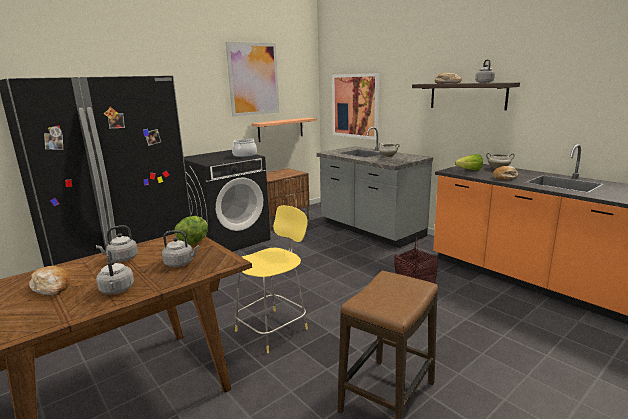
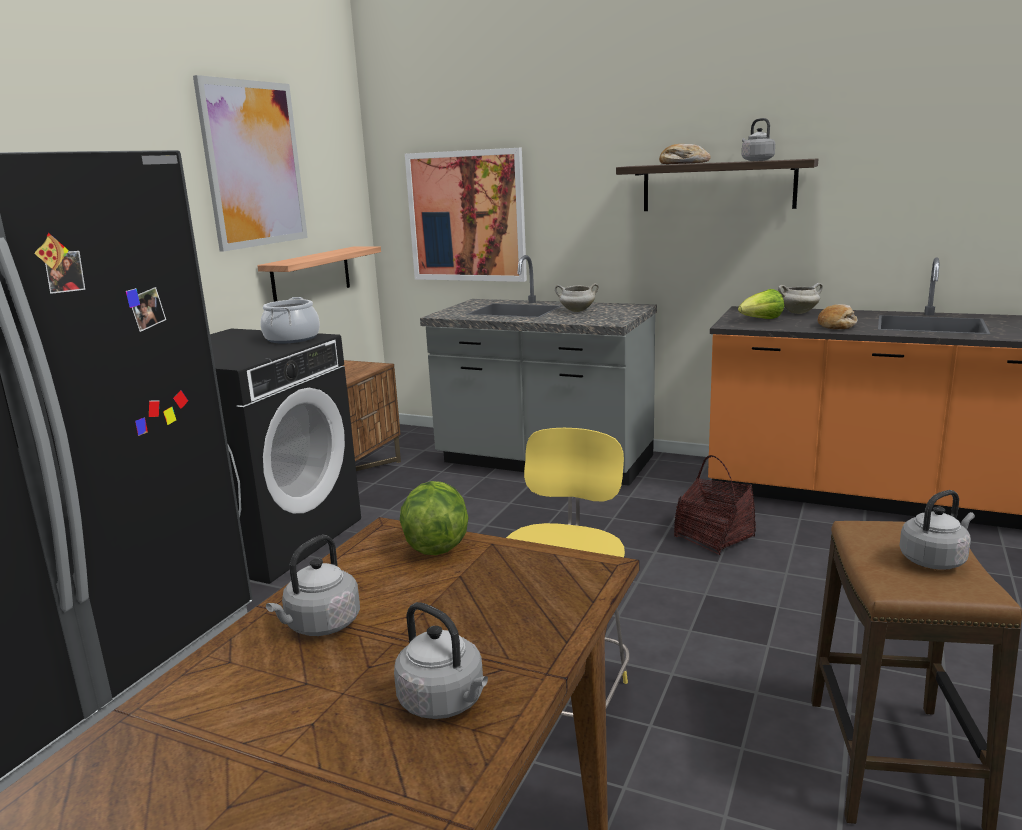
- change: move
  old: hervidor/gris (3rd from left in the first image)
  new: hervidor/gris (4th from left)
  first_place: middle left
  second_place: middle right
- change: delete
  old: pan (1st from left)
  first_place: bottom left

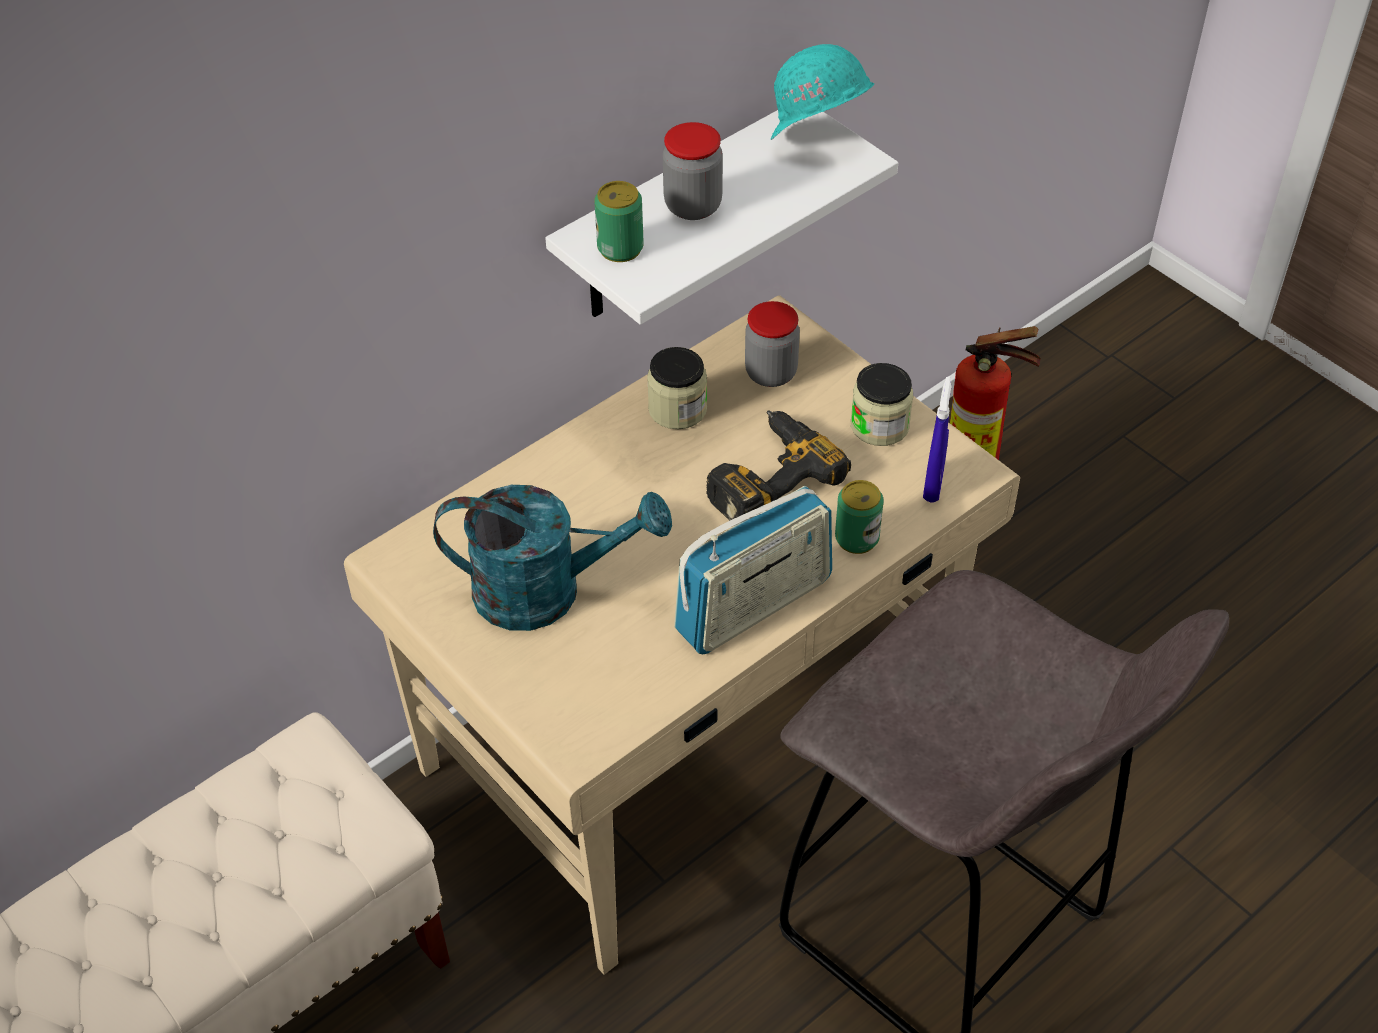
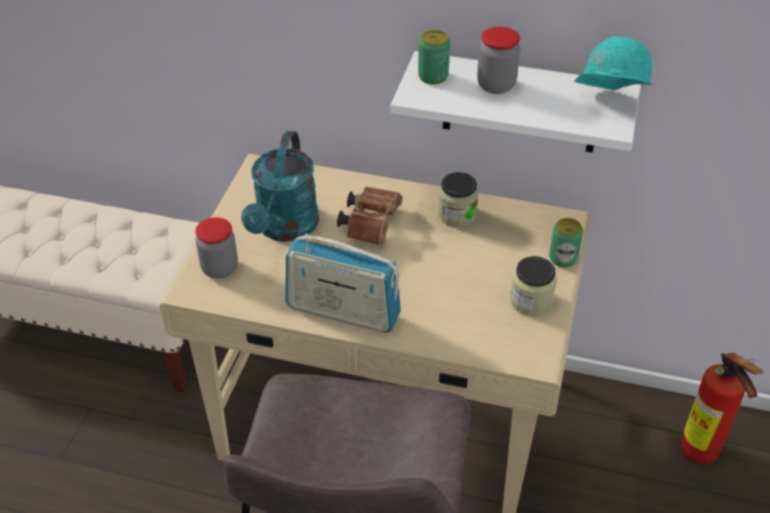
- change: move
  old: tarro (3rd from left in the first image)
  new: tarro (1st from left)
  first_place: top centre
  second_place: middle left
- change: rotate
  old: regadera/turquesa
  first_place: centre
  second_place: centre
  degrees: 45
- change: insert
  new: prismáticos/marrón
  second_place: centre
- change: move
  old: lata (2nd from left)
  first_place: centre
  second_place: middle right
- change: delete
  old: taladro
  first_place: centre
- change: delete
  old: pulverizador/azul
  first_place: middle right

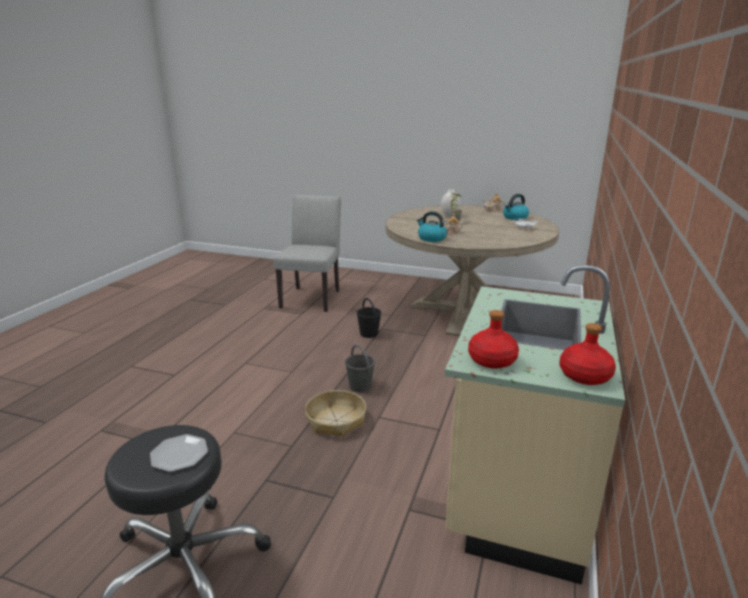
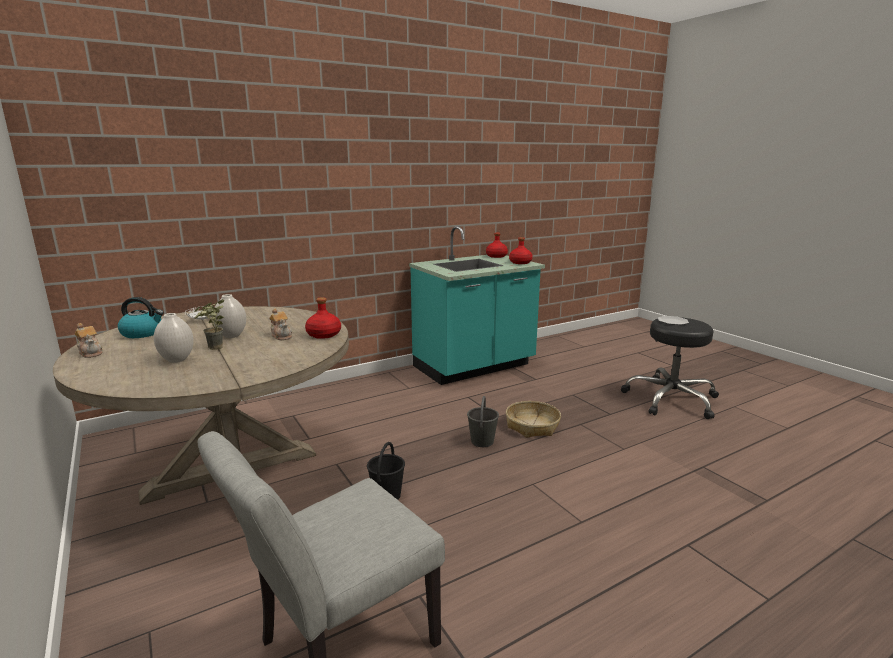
- change: insert
  new: florero/blanco (2nd from left)
  second_place: middle left
- change: replace
  old: hervidor (1st from left)
  new: botella/rojo (1st from left)
  first_place: centre
  second_place: centre
- change: recolor
  old: mueble bajo de cocina/beis
  new: mueble bajo de cocina/turquesa
  first_place: bottom right
  second_place: centre

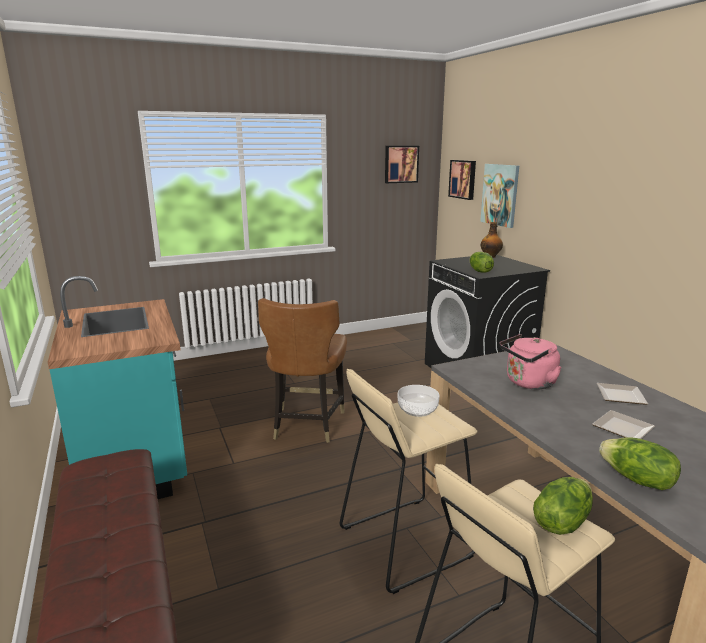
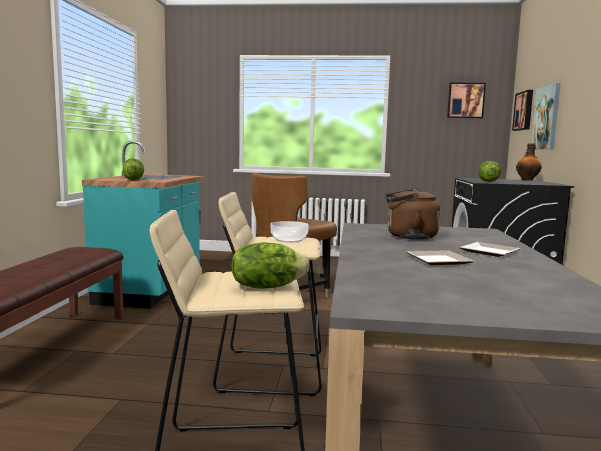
- change: move
  old: lechuga (3rd from left in the first image)
  new: lechuga (1st from left)
  first_place: bottom right
  second_place: middle left
- change: recolor
  old: hervidor/rosa
  new: hervidor/marrón
  first_place: middle right
  second_place: middle right

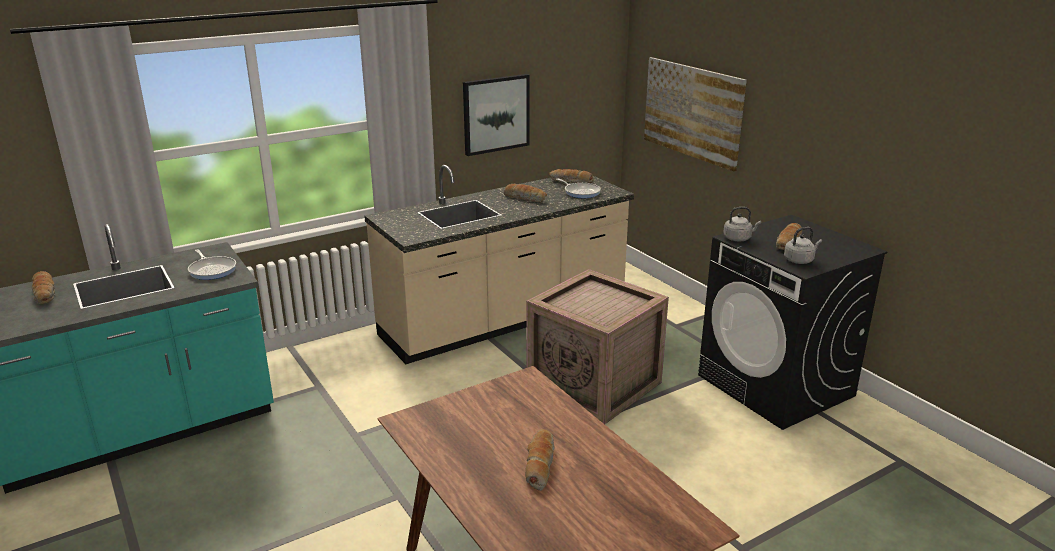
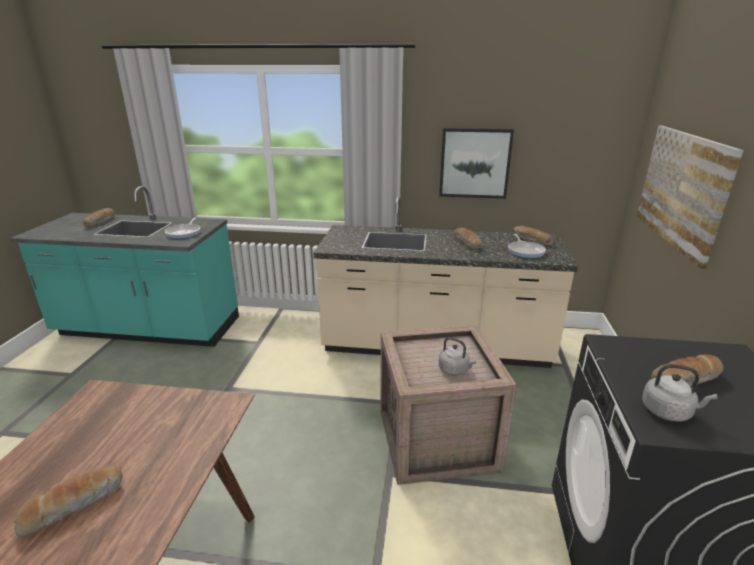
- change: move
  old: hervidor/gris (1st from left)
  first_place: middle right
  second_place: centre

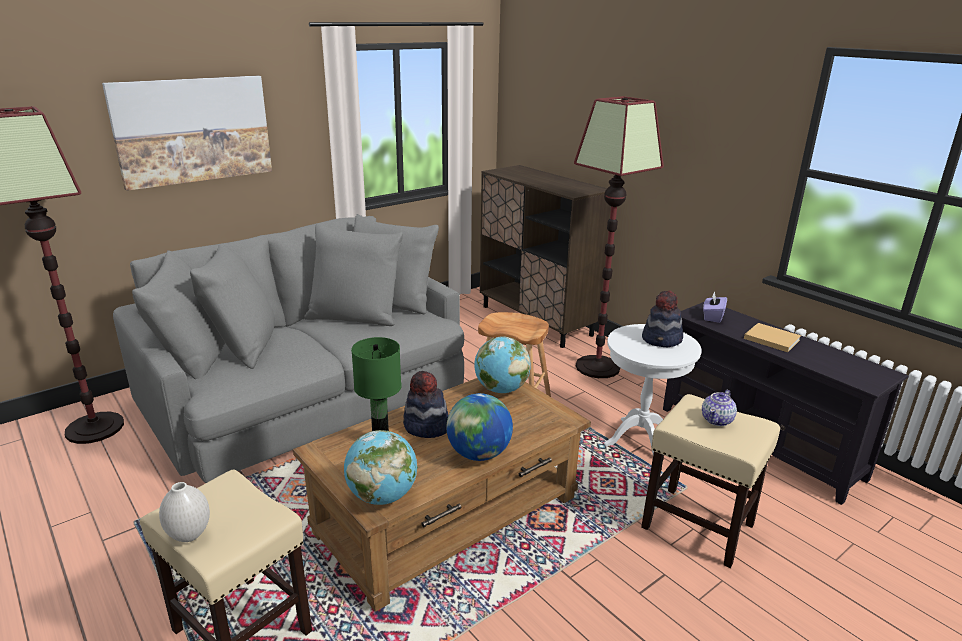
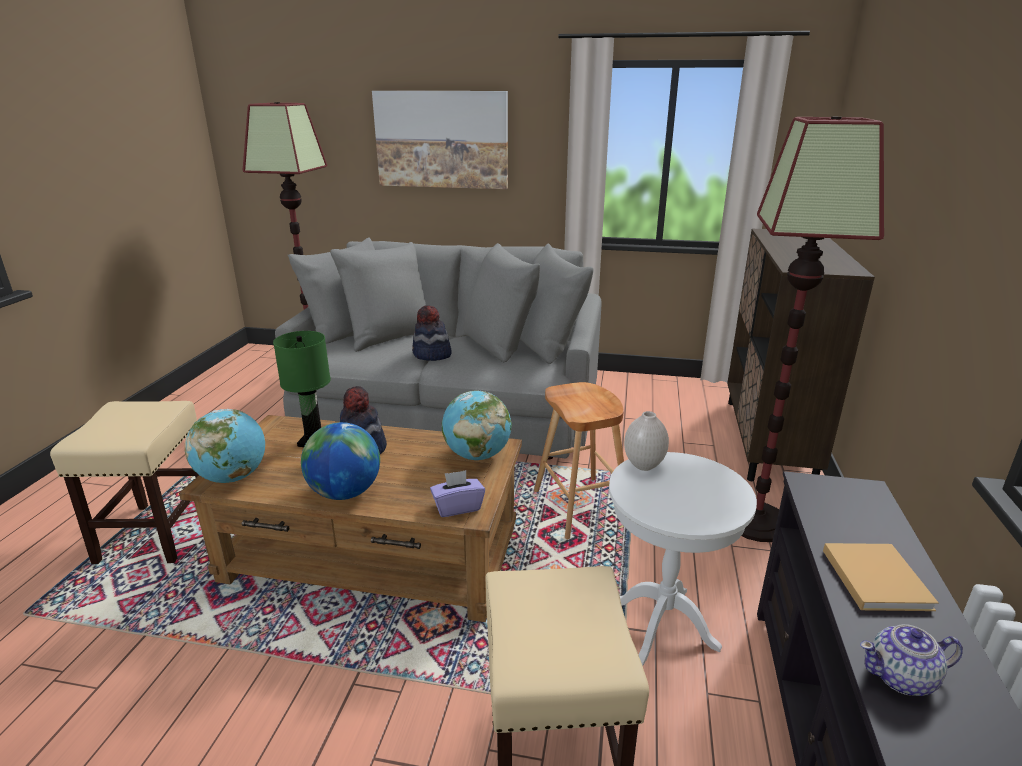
- change: move
  old: sombrero (2nd from left)
  first_place: middle right
  second_place: centre
- change: move
  old: caja de pañuelos/morado
  first_place: middle right
  second_place: centre
- change: move
  old: florero/blanco
  first_place: bottom left
  second_place: centre
- change: move
  old: tetera
  first_place: middle right
  second_place: bottom right

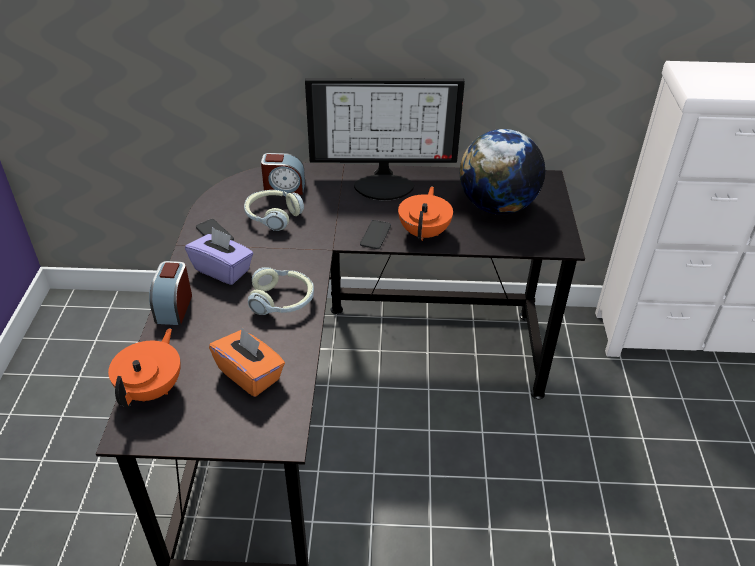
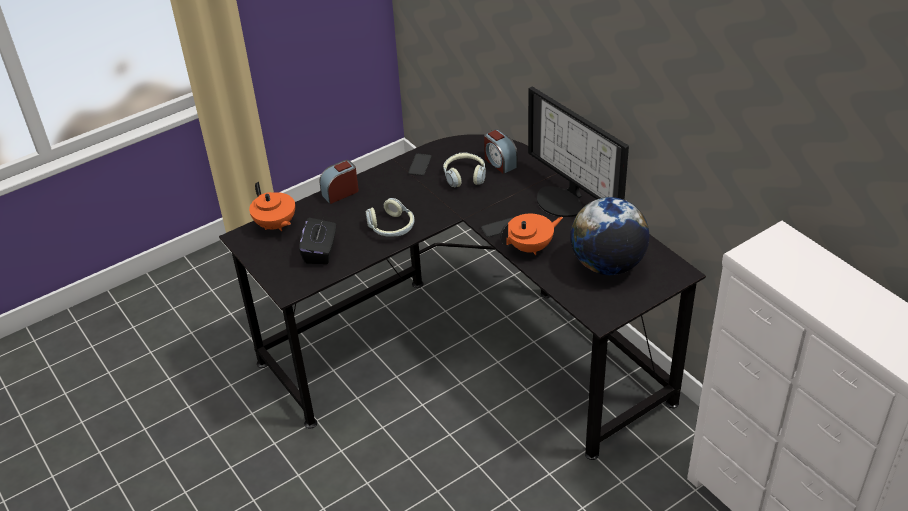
- change: rotate
  old: tetera/naranja (1st from left)
  first_place: middle left
  second_place: middle left
  degrees: 75
- change: recolor
  old: caja de pañuelos/naranja
  new: caja de pañuelos/negro
  first_place: middle left
  second_place: centre
- change: delete
  old: caja de pañuelos/morado
  first_place: middle left

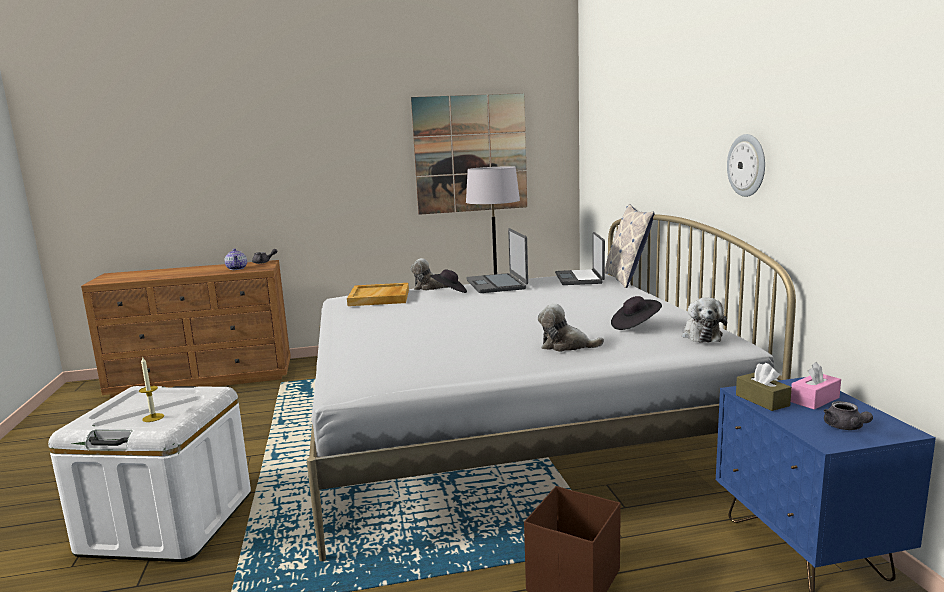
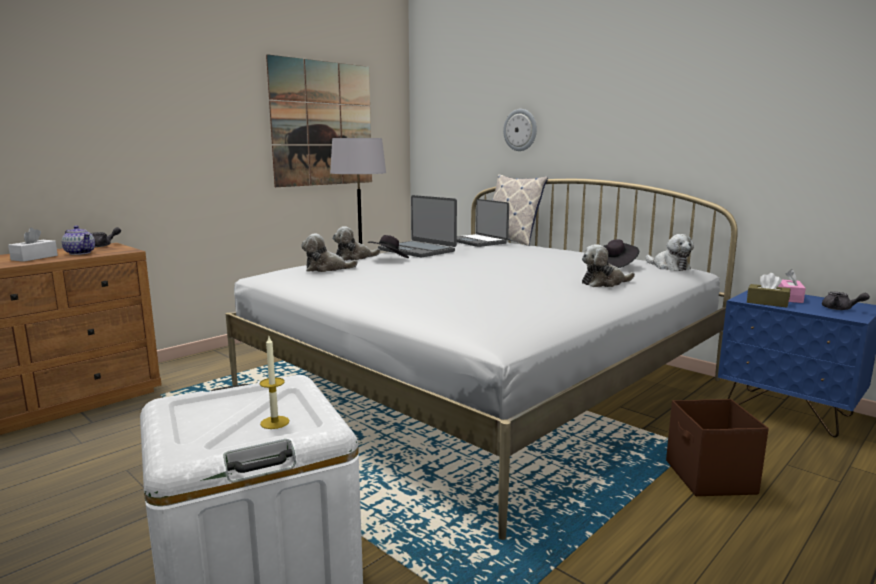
- change: insert
  new: caja de pañuelos/blanco
  second_place: middle left
- change: replace
  old: bandeja/beis
  new: peluche (1st from left)
  first_place: centre
  second_place: centre
- change: move
  old: reloj de pared
  first_place: top right
  second_place: top centre

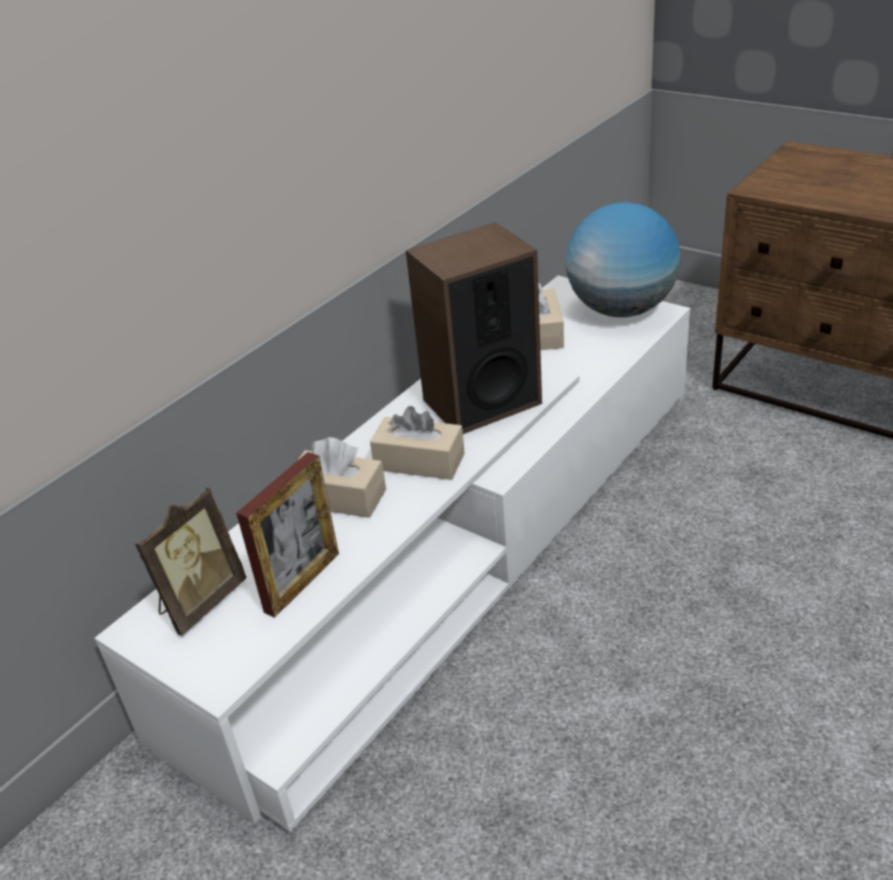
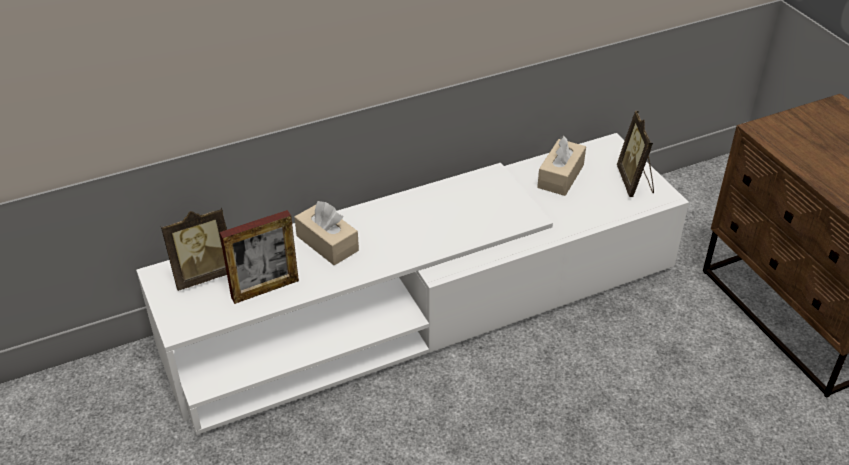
- change: replace
  old: globo terráqueo
  new: portarretratos (3rd from left)
  first_place: top right
  second_place: top right
- change: delete
  old: caja de pañuelos/beis (2nd from left)
  first_place: centre
- change: delete
  old: altavoz
  first_place: centre

